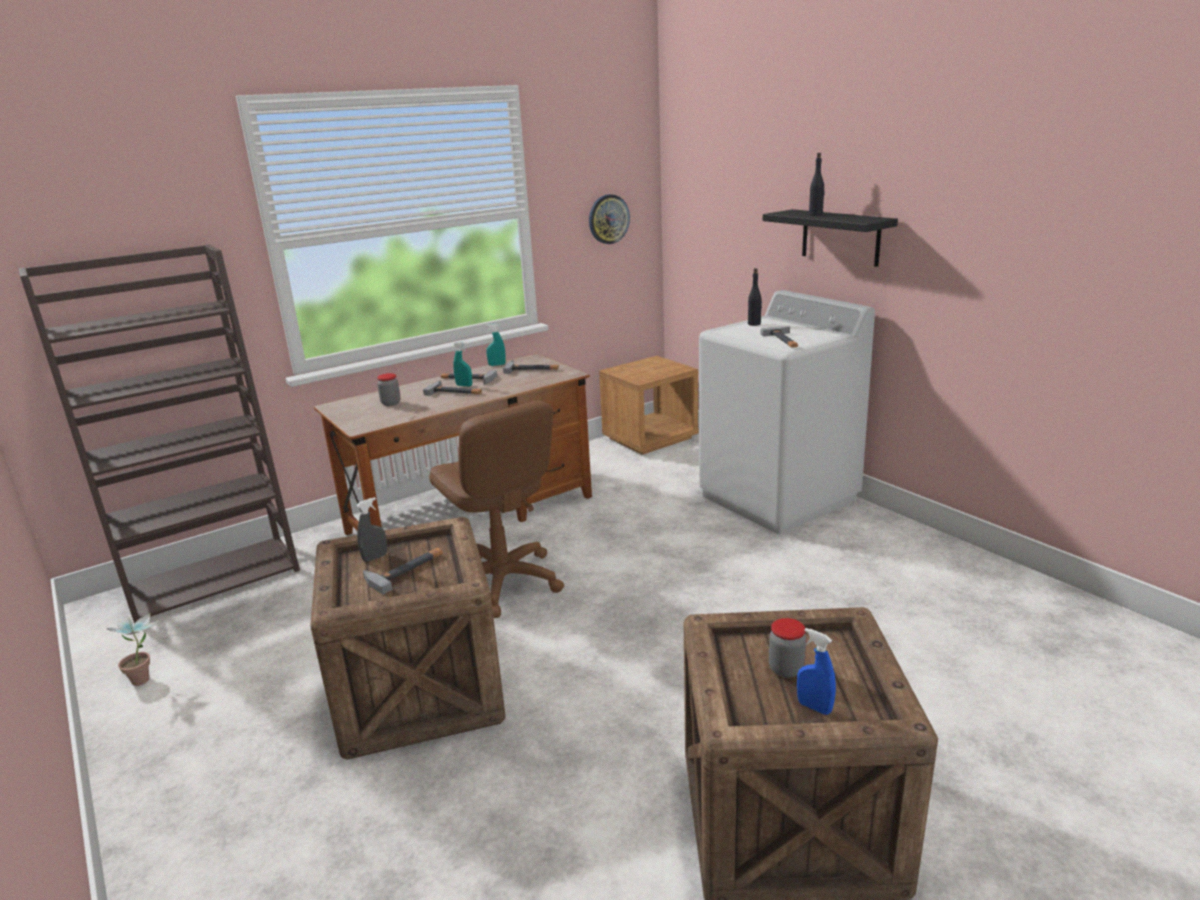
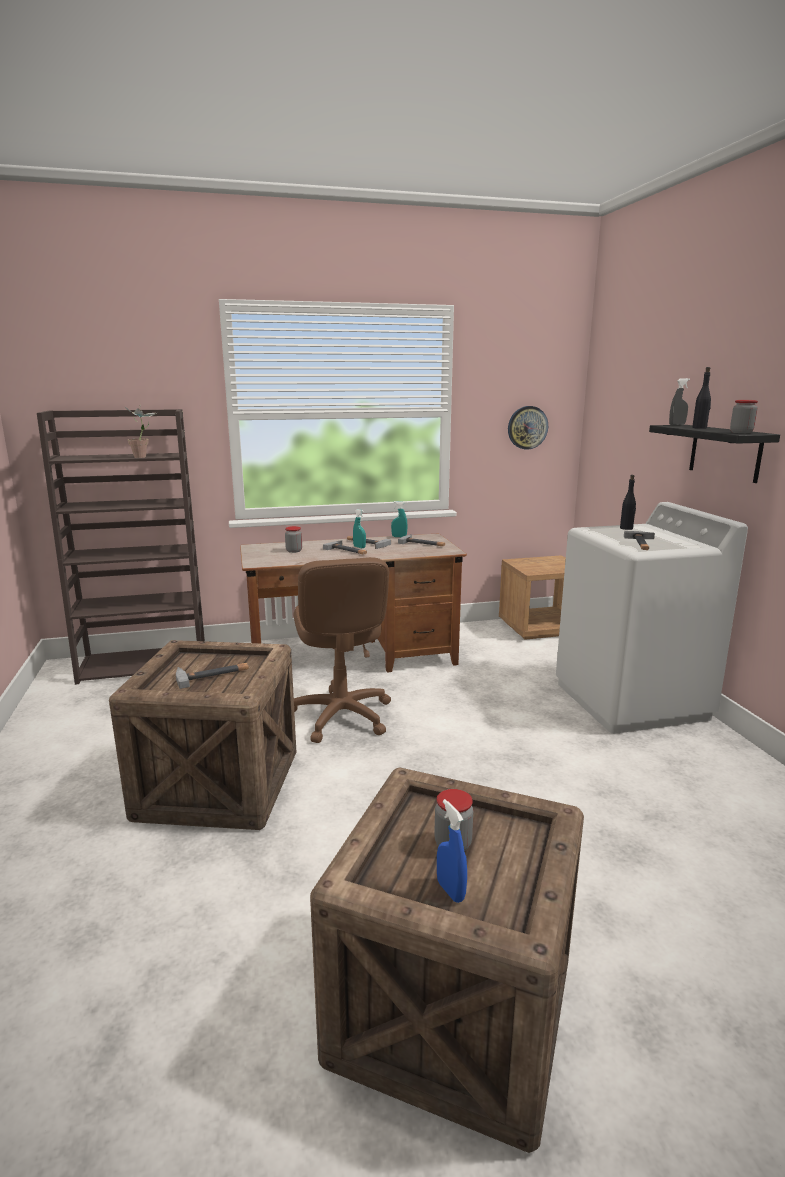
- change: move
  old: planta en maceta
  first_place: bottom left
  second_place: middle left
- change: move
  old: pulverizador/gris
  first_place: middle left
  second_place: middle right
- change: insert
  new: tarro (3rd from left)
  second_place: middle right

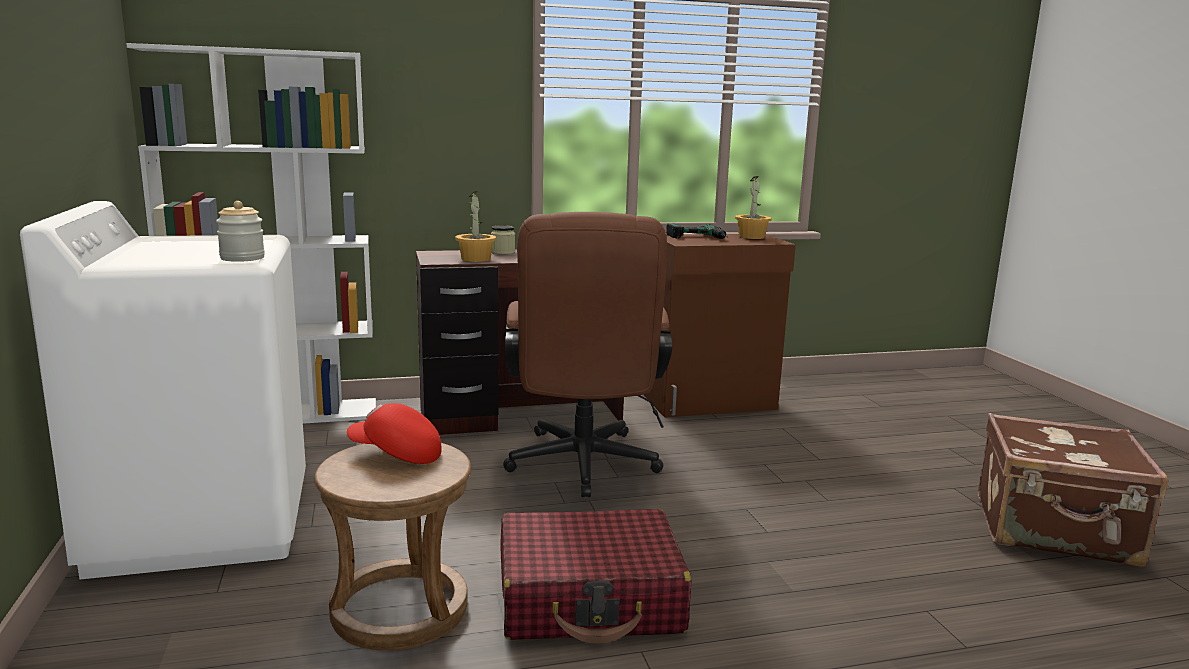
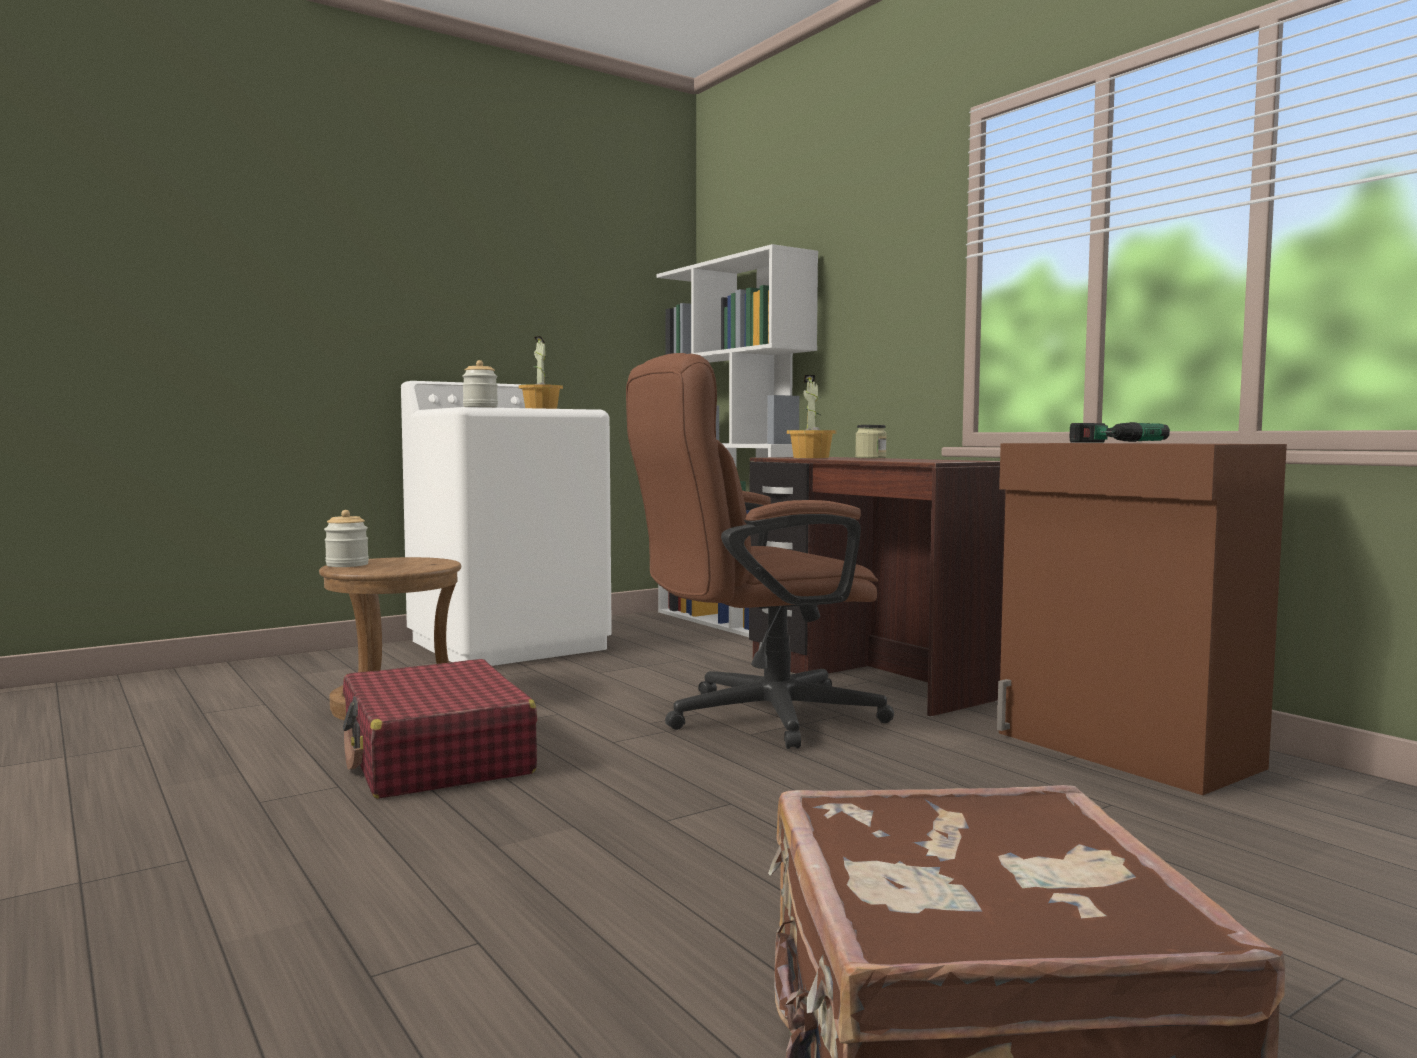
- change: insert
  new: tarro (1st from left)
  second_place: middle left
- change: move
  old: planta en maceta (2nd from left in the first image)
  new: planta en maceta (1st from left)
  first_place: top centre
  second_place: centre
- change: delete
  old: gorra/rojo
  first_place: middle left

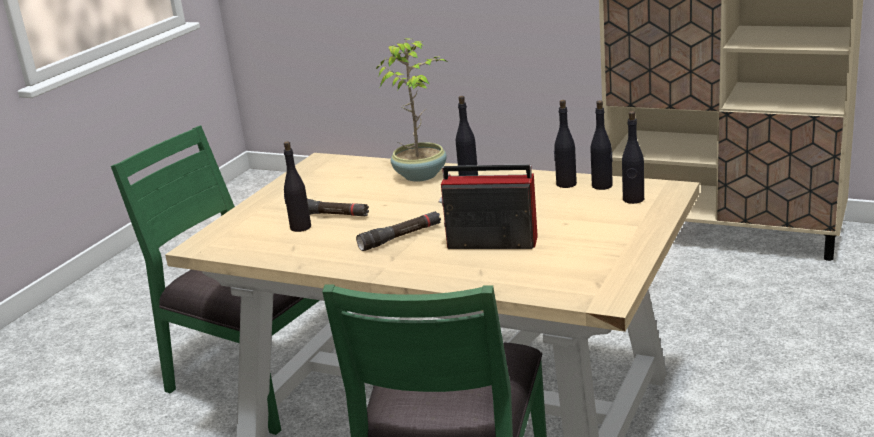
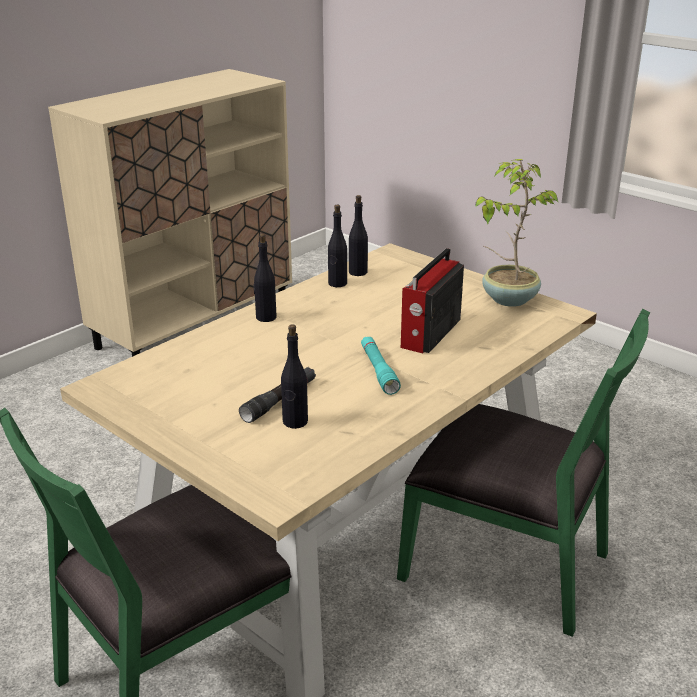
- change: recolor
  old: linterna/negro (2nd from left)
  new: linterna/turquesa
  first_place: centre
  second_place: centre
- change: move
  old: planta en maceta
  first_place: top centre
  second_place: middle right
- change: delete
  old: botella/negro (5th from left)
  first_place: middle right

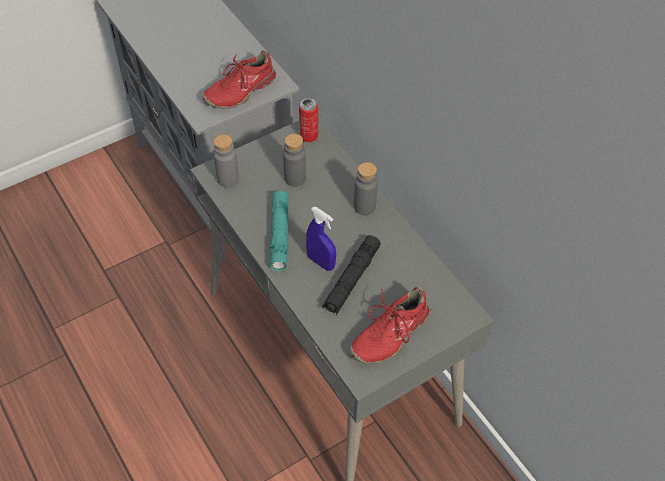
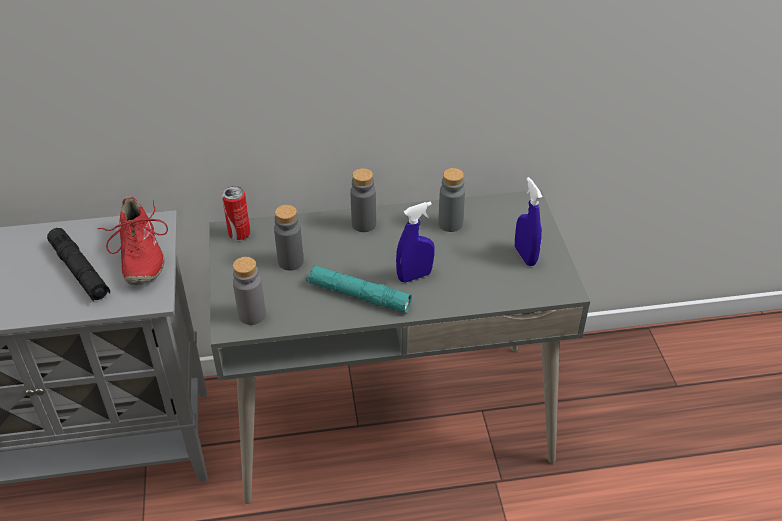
- change: move
  old: linterna/negro
  first_place: centre
  second_place: middle left
- change: insert
  new: botella/gris (4th from left)
  second_place: centre
- change: replace
  old: zapato/rojo (2nd from left)
  new: pulverizador/azul (2nd from left)
  first_place: bottom centre
  second_place: middle right

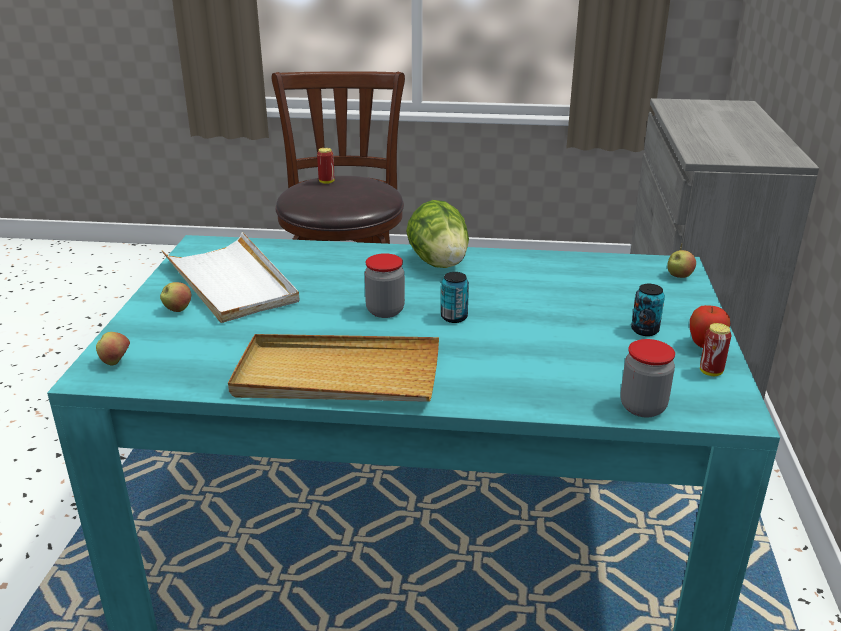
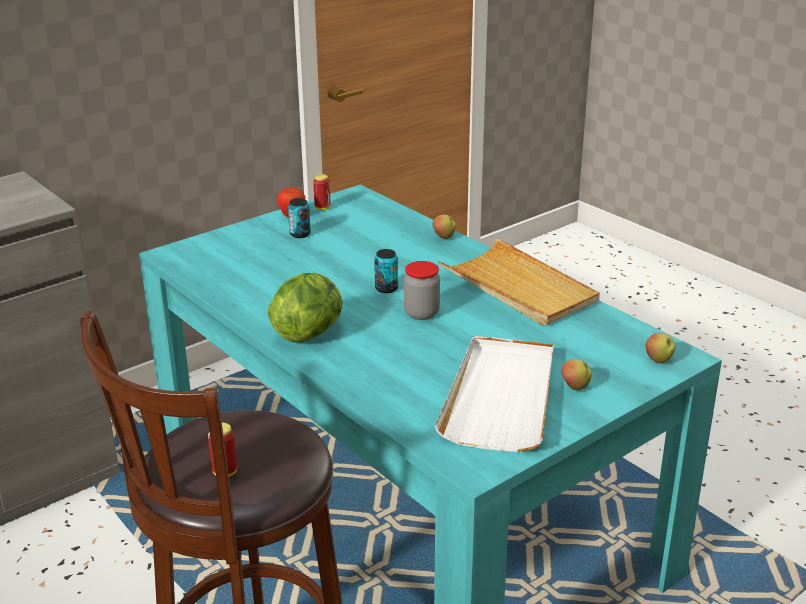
- change: move
  old: manzana (3rd from left in the first image)
  new: manzana (2nd from left)
  first_place: middle right
  second_place: centre
- change: delete
  old: tarro (2nd from left)
  first_place: middle right

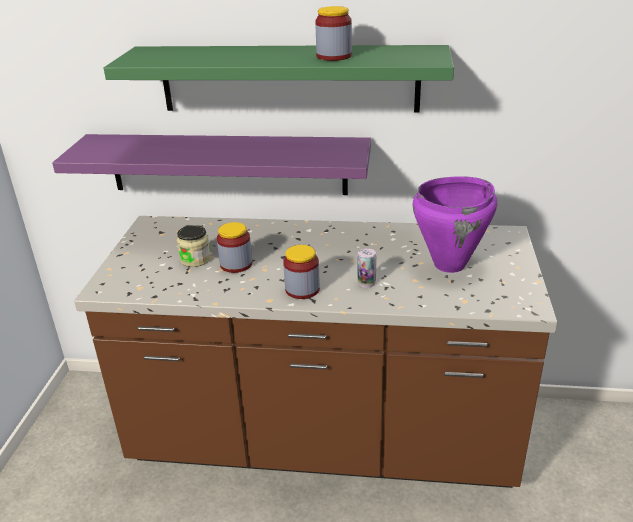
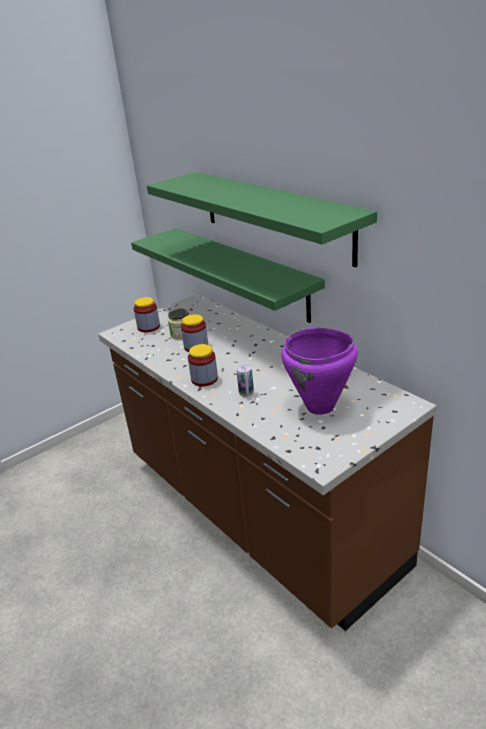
- change: recolor
  old: estante/morado
  new: estante/verde (1st from left)
  first_place: top centre
  second_place: centre
- change: move
  old: tarro (4th from left in the first image)
  new: tarro (1st from left)
  first_place: top centre
  second_place: middle left

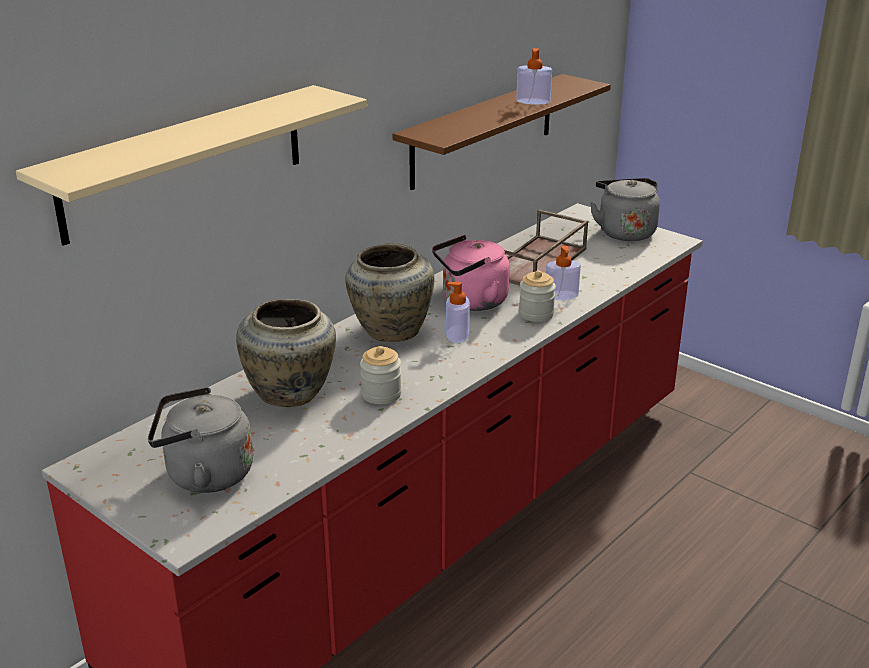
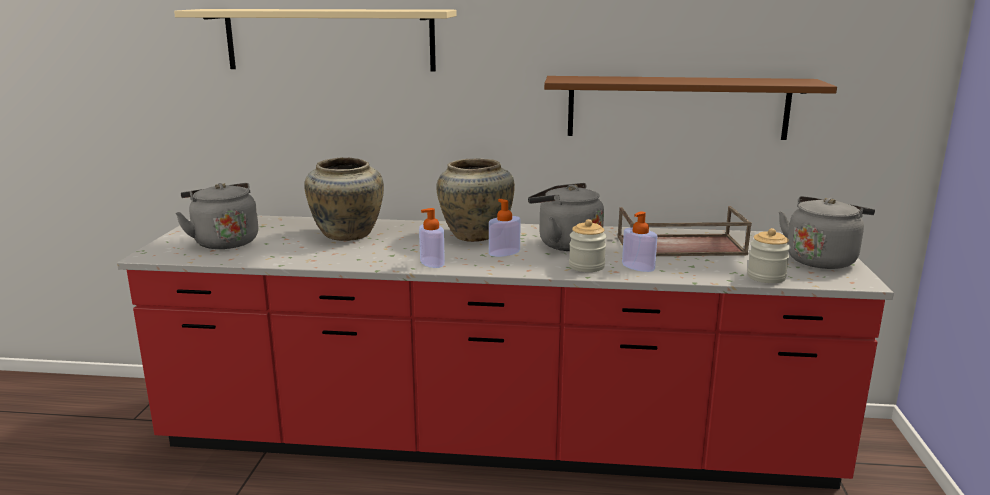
- change: move
  old: dispensador de jabón (2nd from left in the first image)
  new: dispensador de jabón (1st from left)
  first_place: top centre
  second_place: centre
- change: recolor
  old: hervidor/rosa
  new: hervidor/gris (2nd from left)
  first_place: centre
  second_place: centre
- change: move
  old: tarro (1st from left in the first image)
  new: tarro (2nd from left)
  first_place: centre
  second_place: middle right

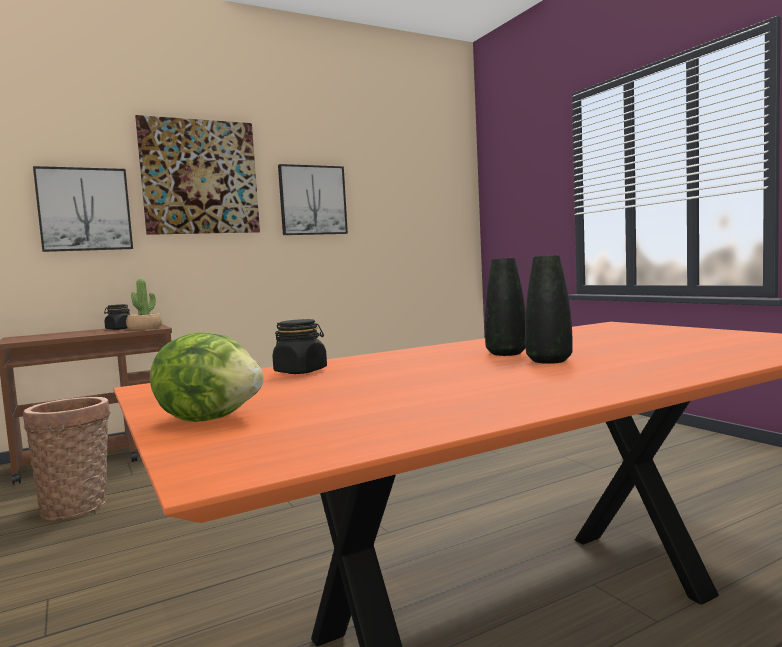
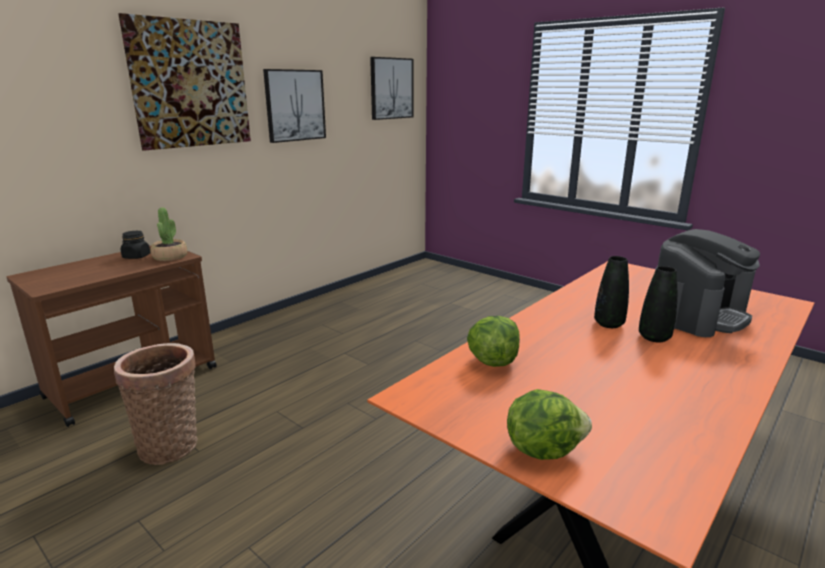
- change: move
  old: cuadro (1st from left in the first image)
  new: cuadro (3rd from left)
  first_place: top left
  second_place: top centre
- change: replace
  old: tarro/negro (2nd from left)
  new: lechuga (1st from left)
  first_place: centre
  second_place: centre
- change: insert
  new: cafetera
  second_place: middle right

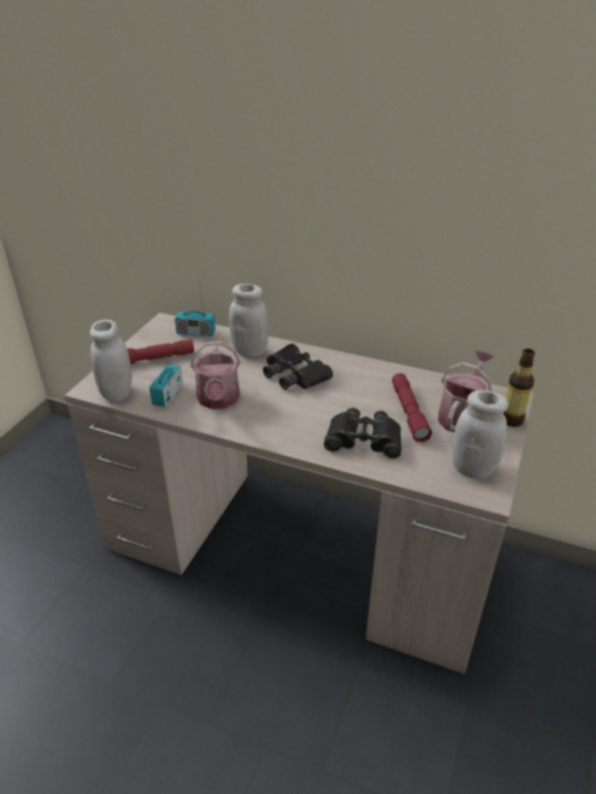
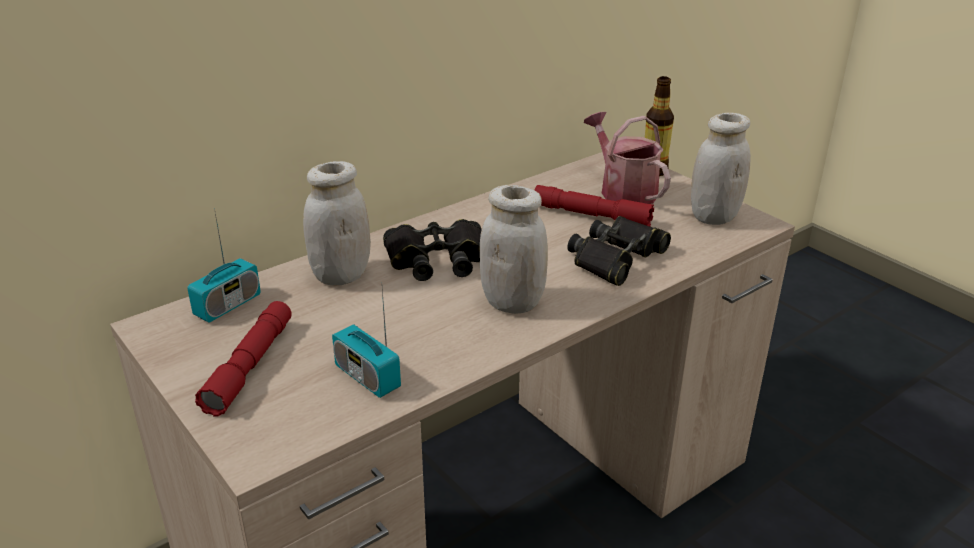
- change: move
  old: tarro/blanco (1st from left in the first image)
  new: tarro/blanco (2nd from left)
  first_place: middle left
  second_place: centre
- change: delete
  old: regadera (1st from left)
  first_place: centre

